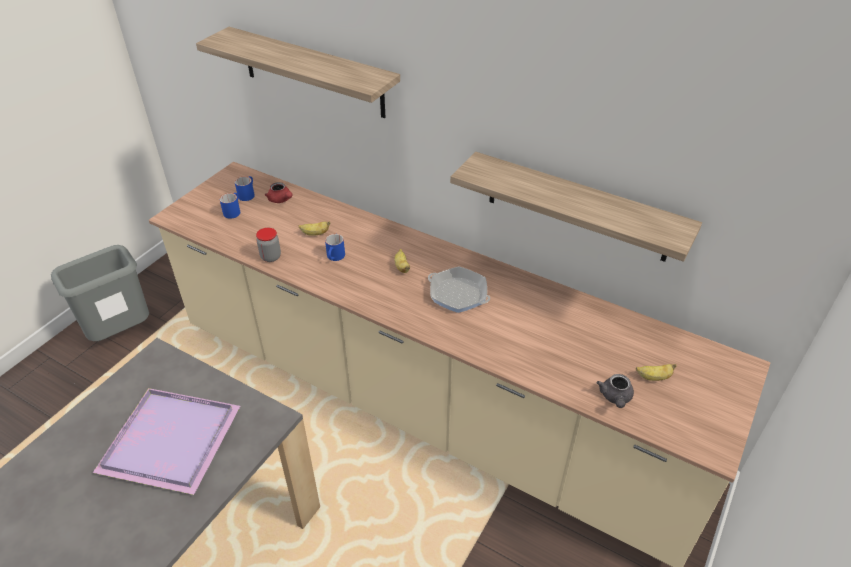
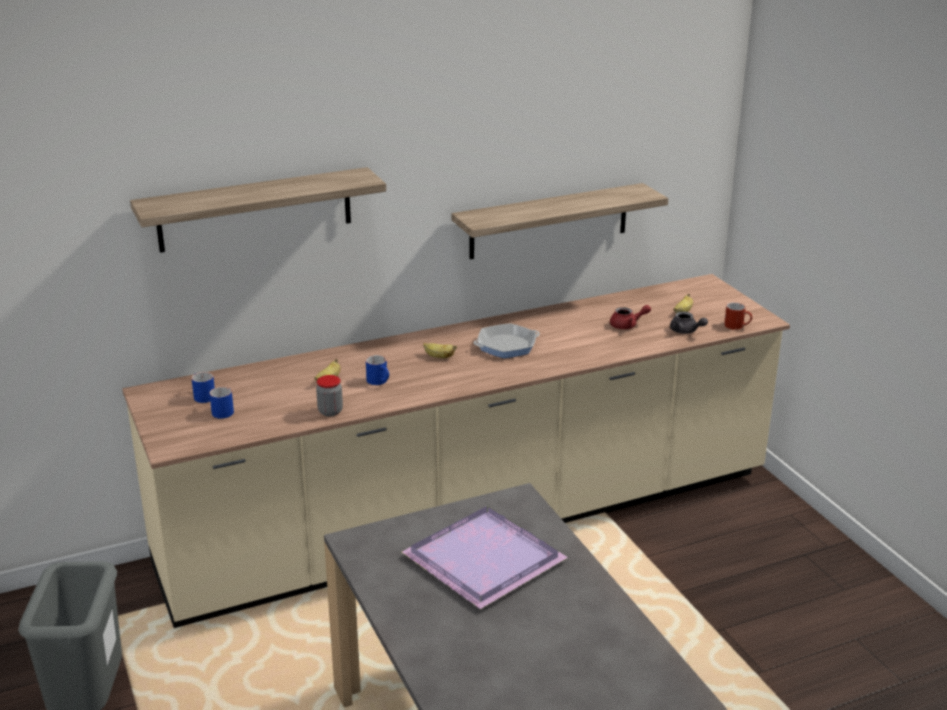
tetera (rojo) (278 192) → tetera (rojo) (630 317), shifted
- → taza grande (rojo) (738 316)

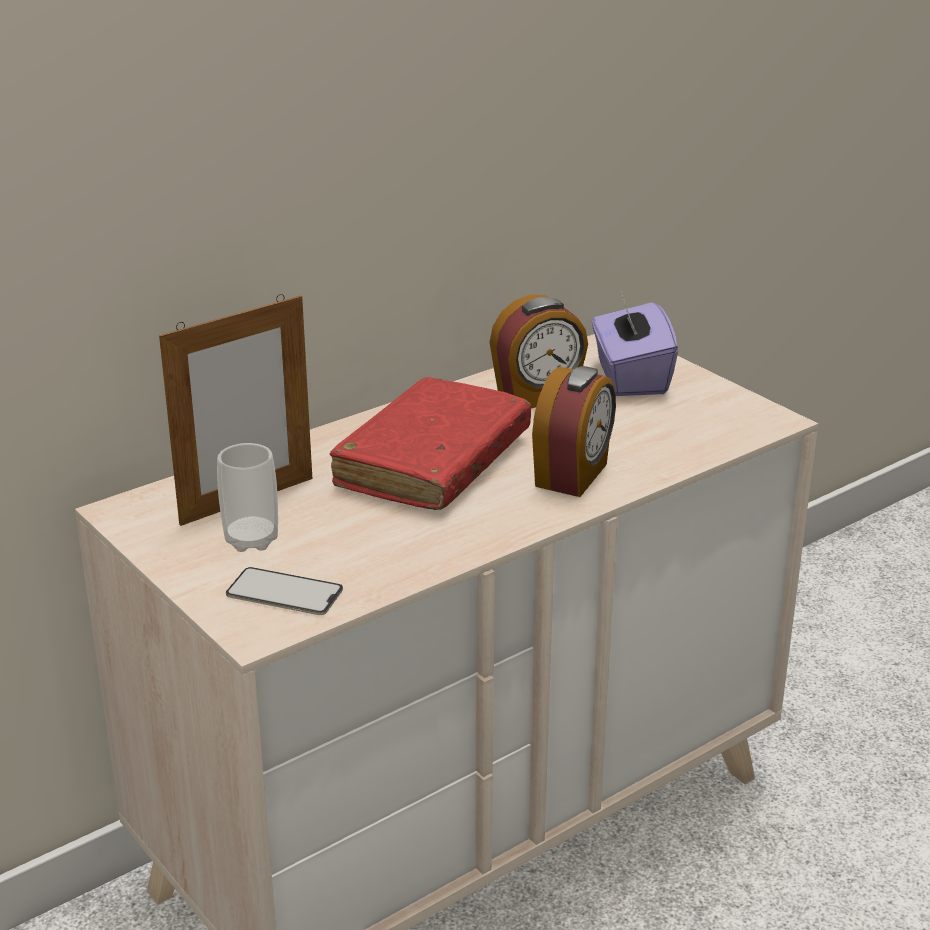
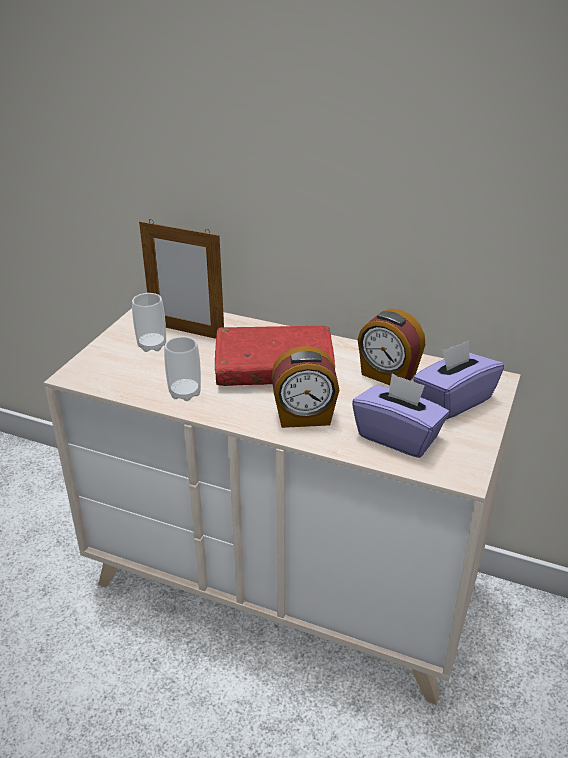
- → taza (182 368)
- → caja de pañuelos (morado) (400 415)
móvil (284 591) → -

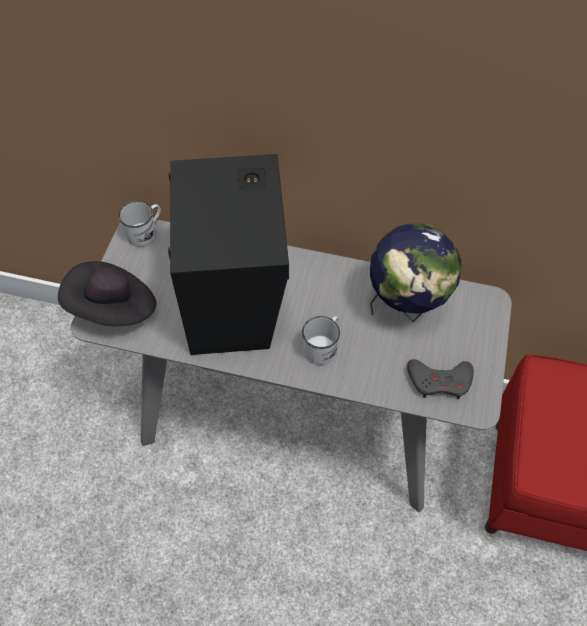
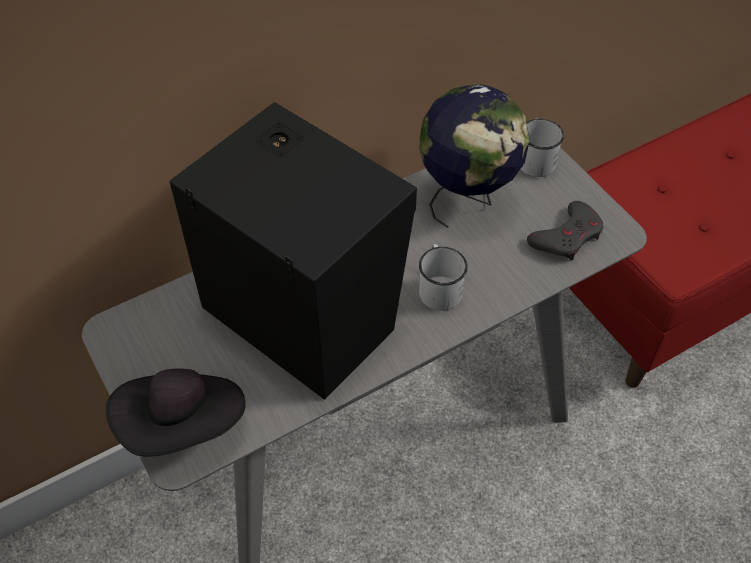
taza grande (blanco) (140 224) → taza grande (blanco) (542 147), shifted

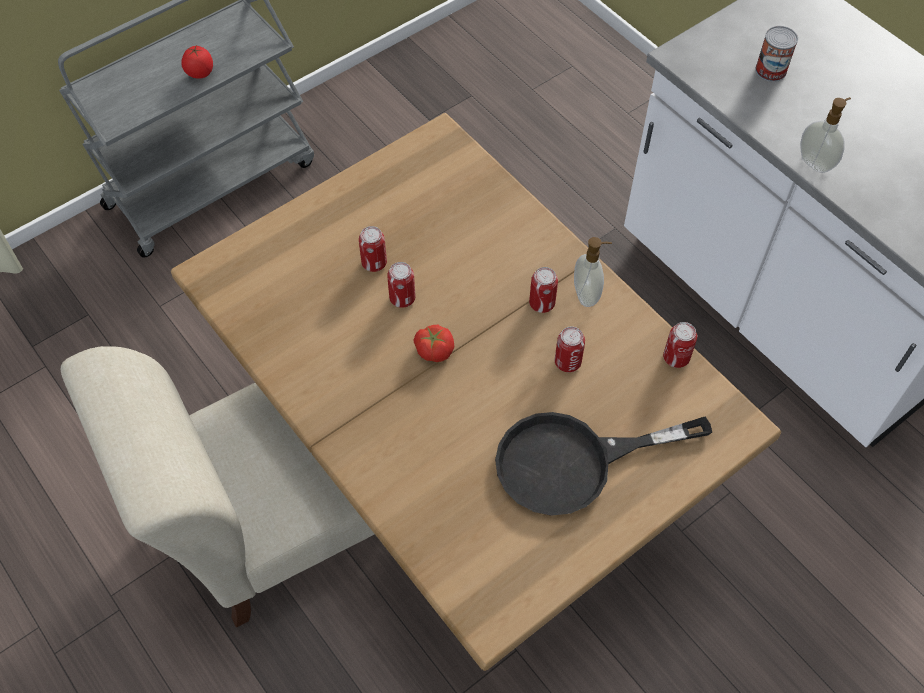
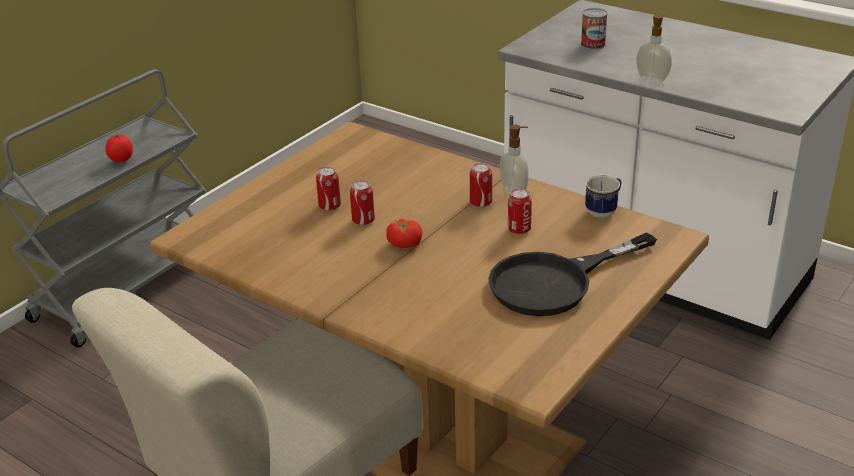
lata (680 345) → taza grande (603 196)

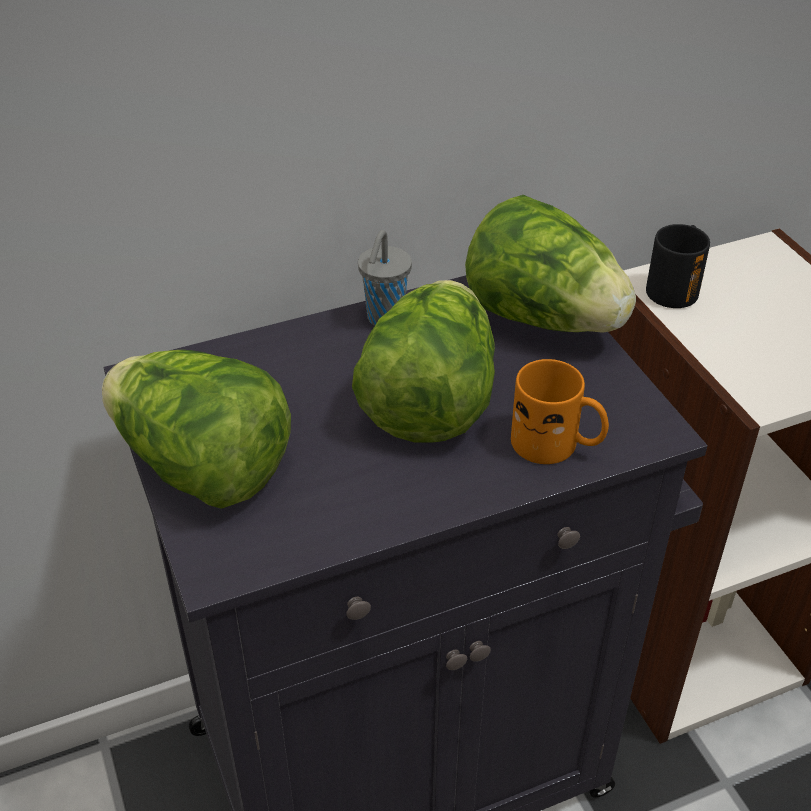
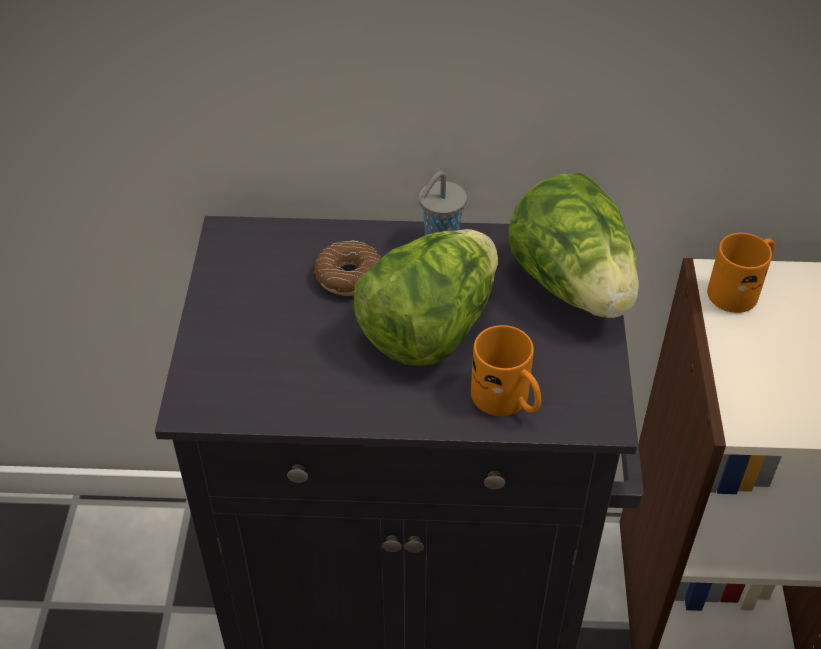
- → rosquilla (347 268)
taza grande (negro) (678 266) → taza grande (naranja) (740 273)
lechuga (196 429) → -

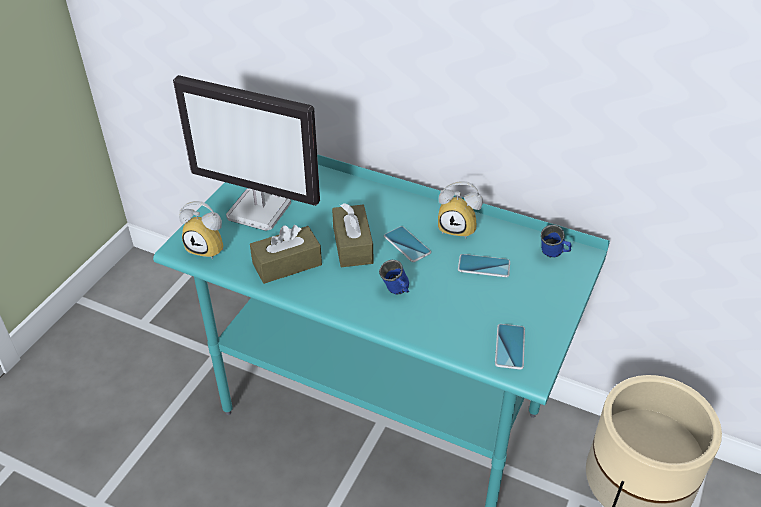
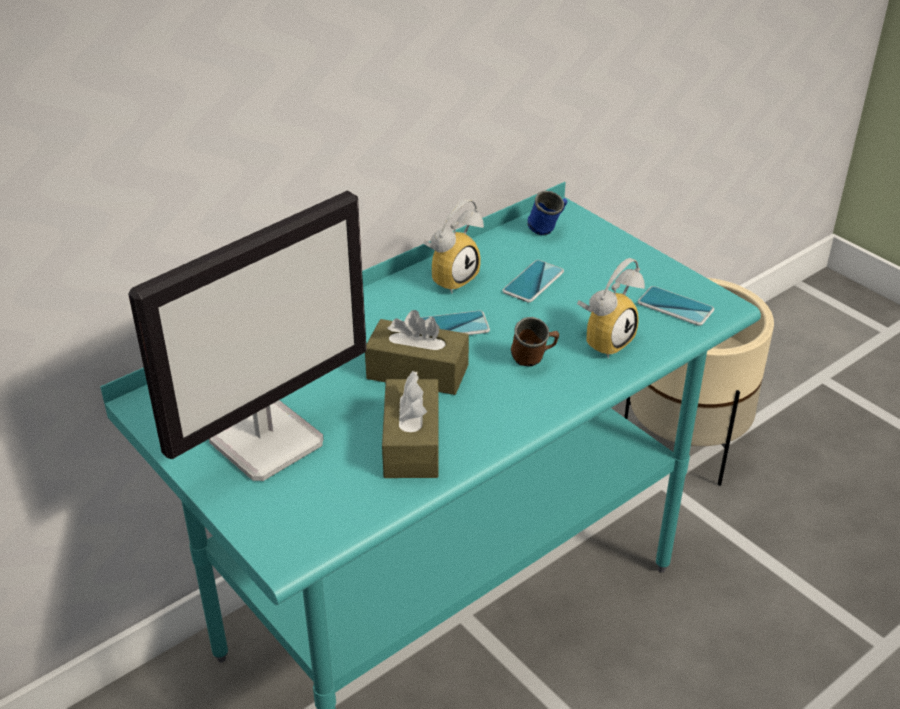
taza grande (azul) (394 277) → taza grande (marrón) (535 342)
despertador (201 230) → despertador (611 308), shifted

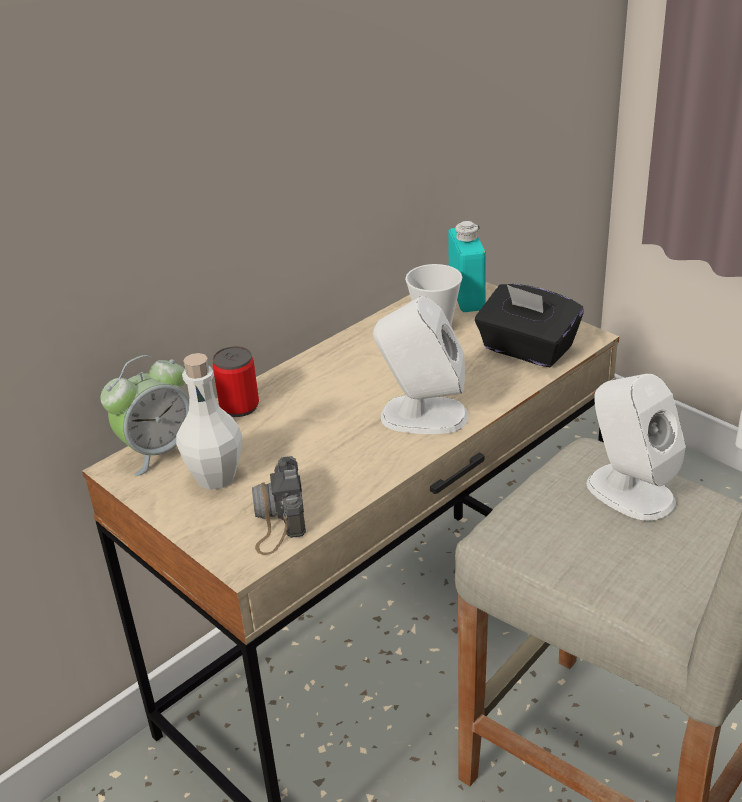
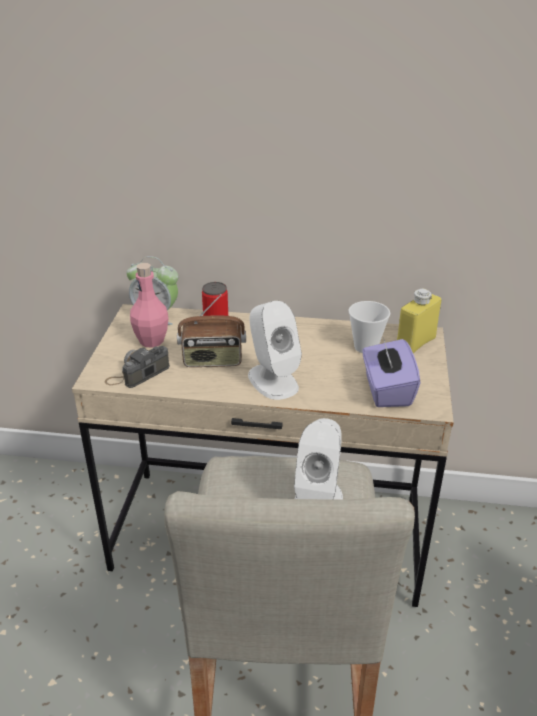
botella (blanco) (209 421) → botella (rosa) (149 305)
- → radio (211 330)
caja de pañuelos (negro) (529 326) → caja de pañuelos (morado) (392 372)
botella (turquesa) (467 266) → botella (amarillo) (419 321)

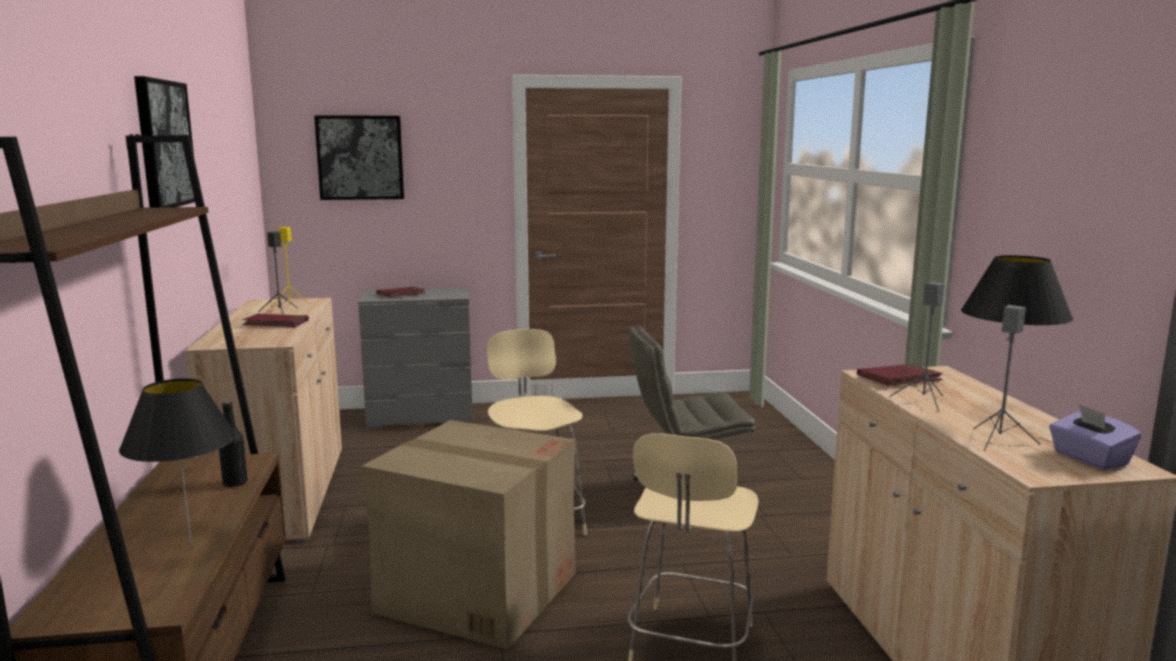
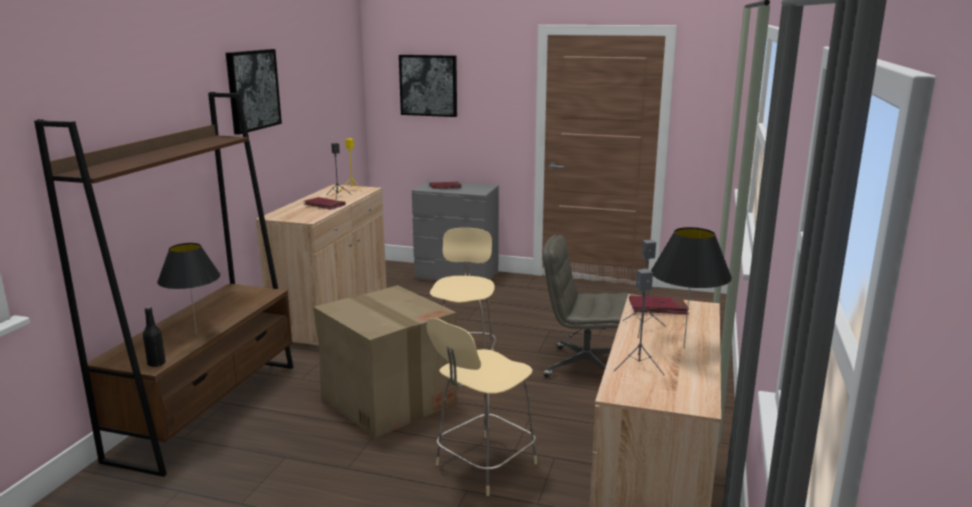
botella (negro) (233 444) → botella (negro) (154 337), shifted
caja de pañuelos (morado) (1095 437) → -

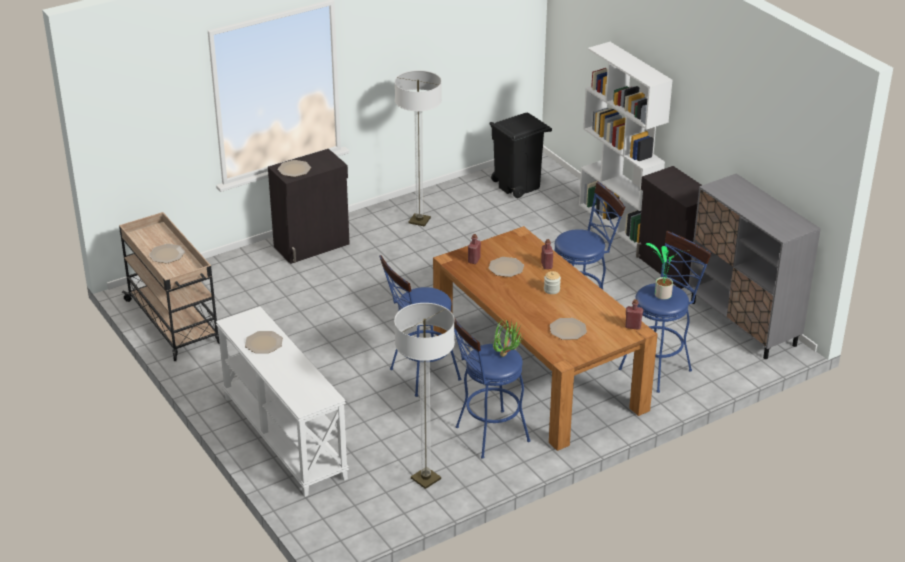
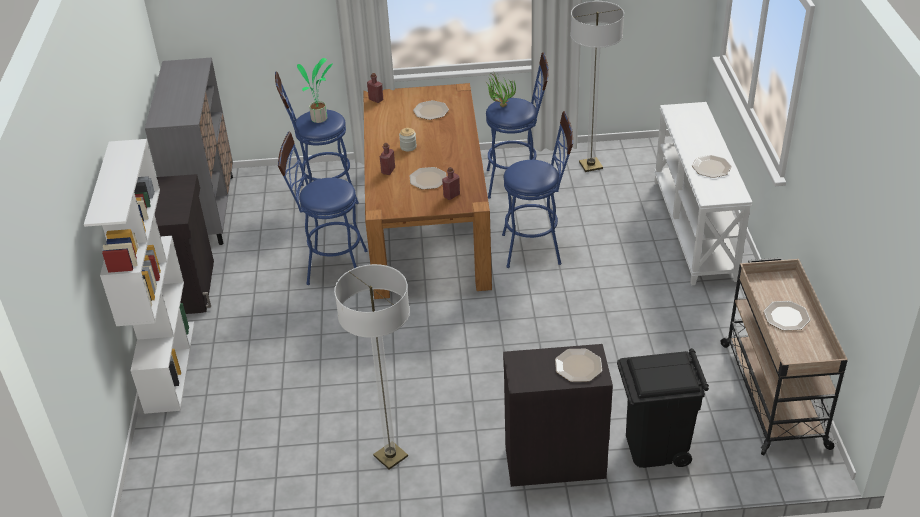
papelera (negro) (520 155) → papelera (negro) (663 408), shifted

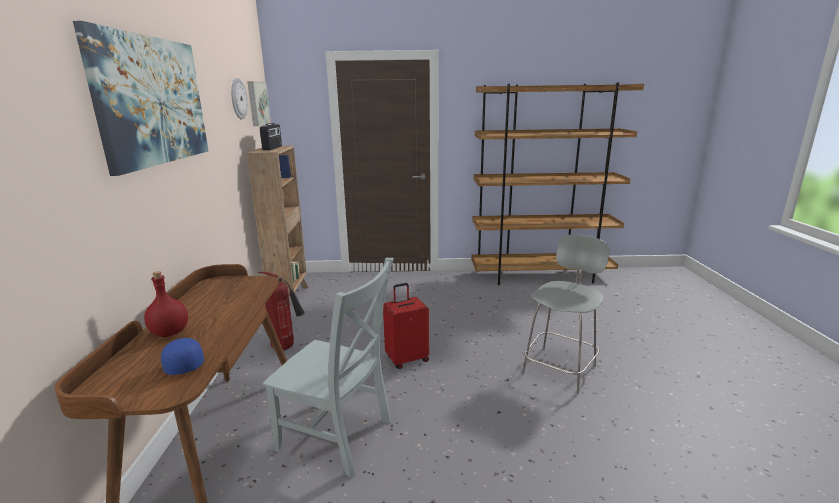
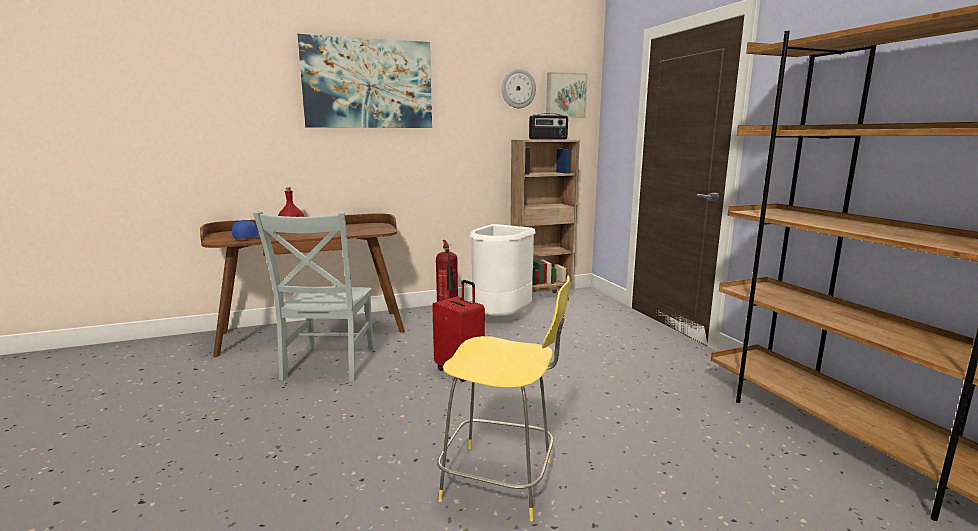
taburete (gris) (566 314) → taburete (amarillo) (504 398)
- → papelera (blanco) (503 270)

